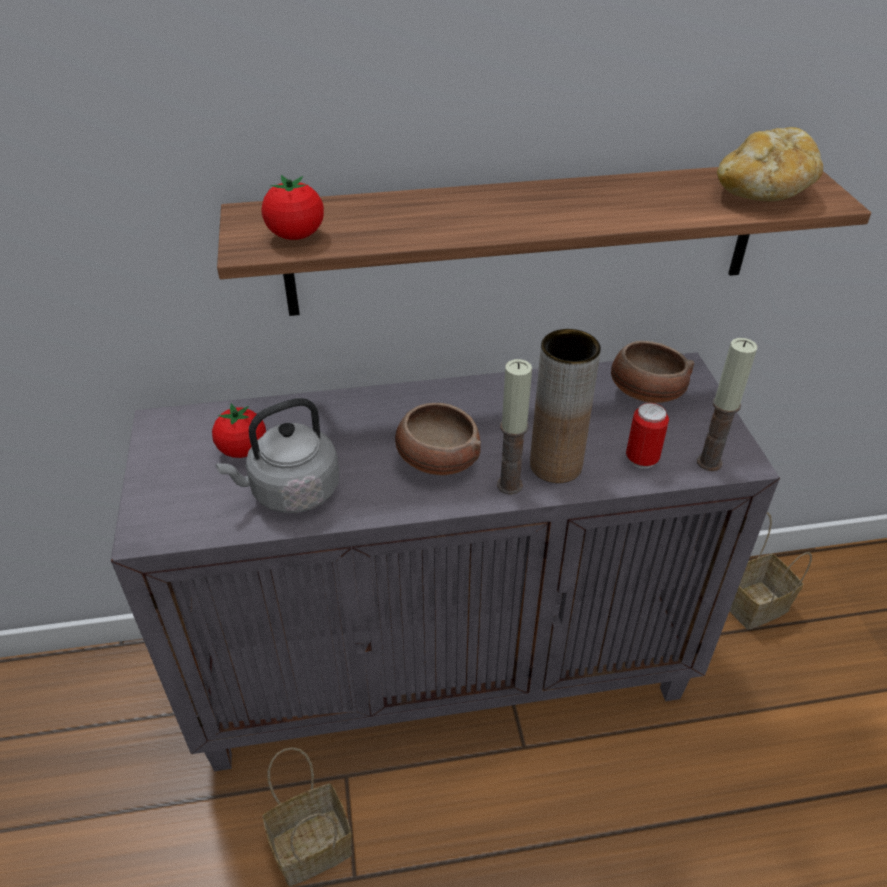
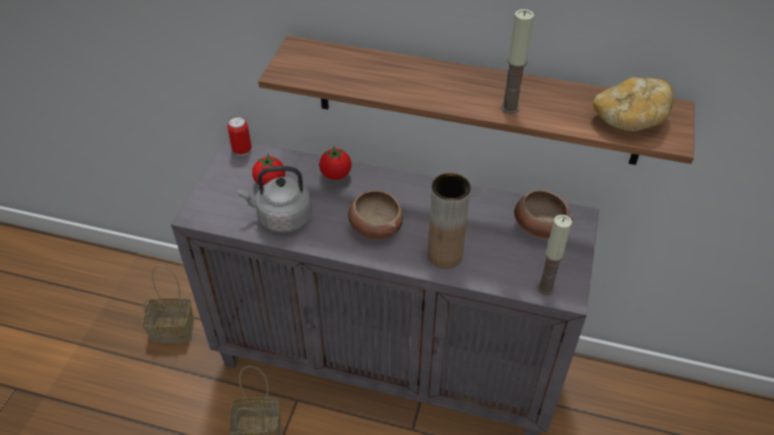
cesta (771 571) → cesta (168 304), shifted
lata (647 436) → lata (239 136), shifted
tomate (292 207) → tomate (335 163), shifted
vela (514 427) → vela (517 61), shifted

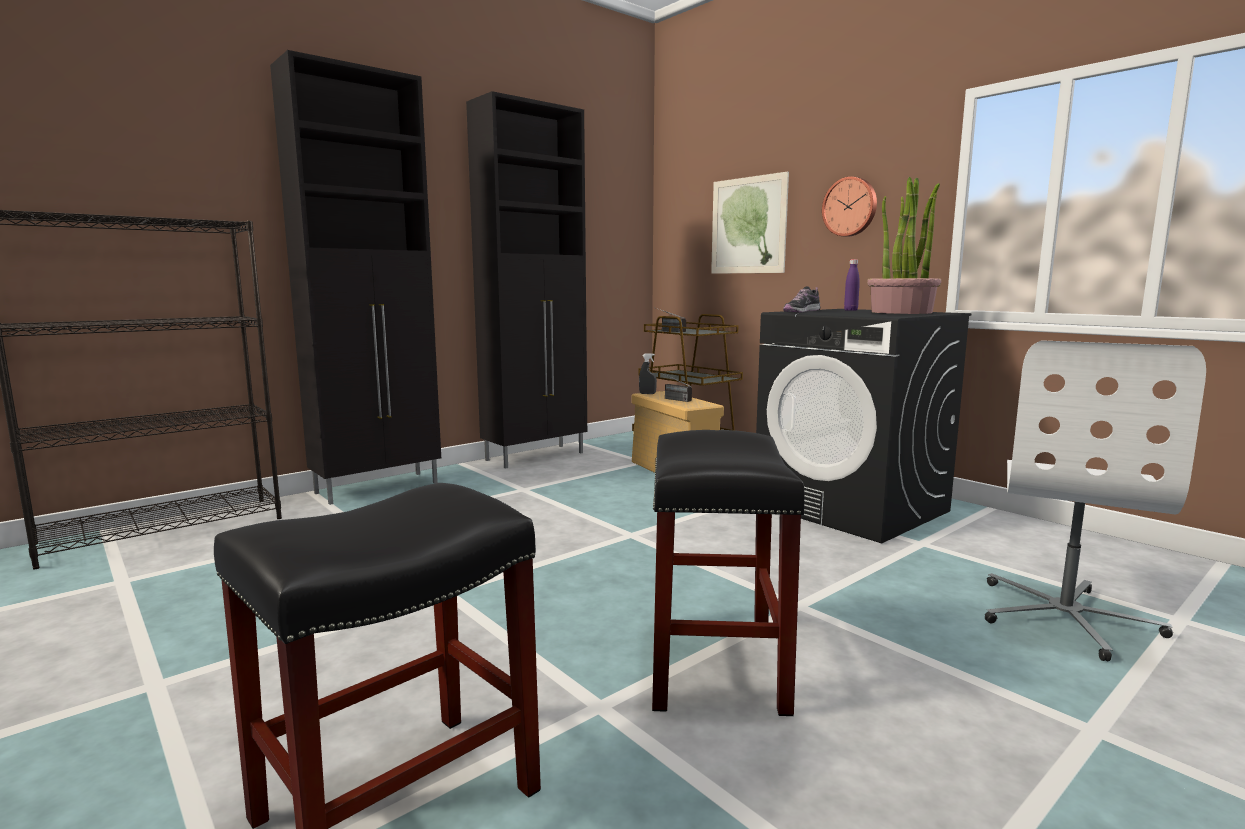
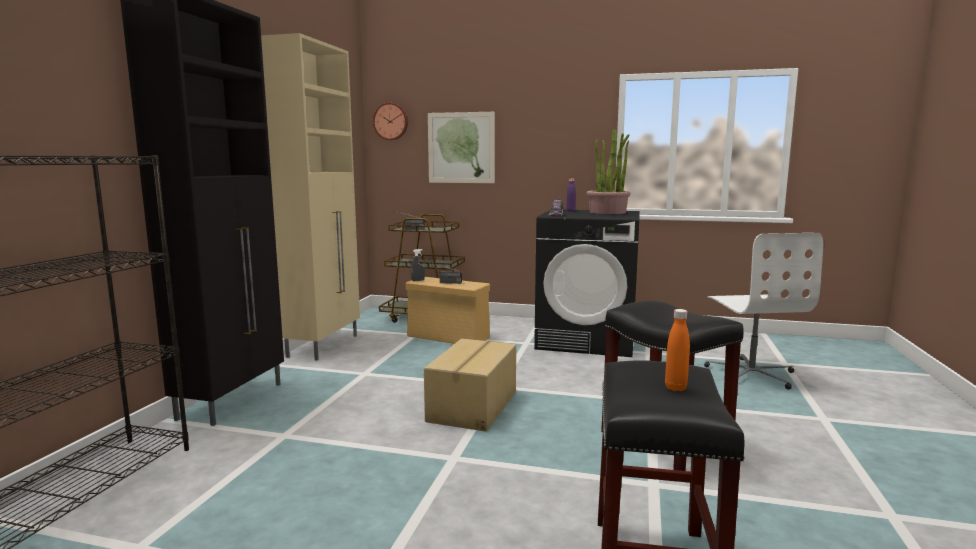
armario (negro) (526 280) → armario (beis) (310 197)
reloj de pared (849 207) → reloj de pared (390 121), shifted
- → caja de cartón (470 385)
- → botella (naranja) (677 350)

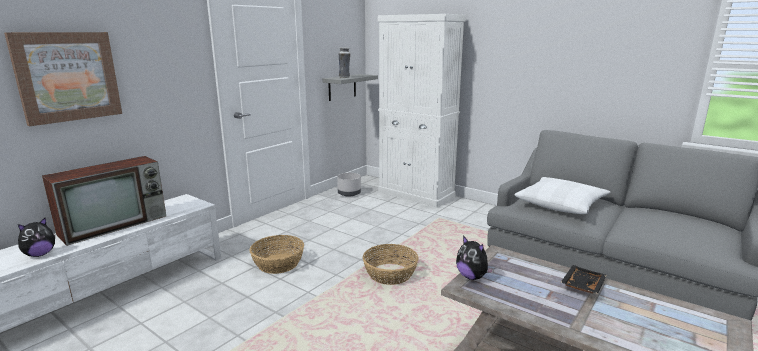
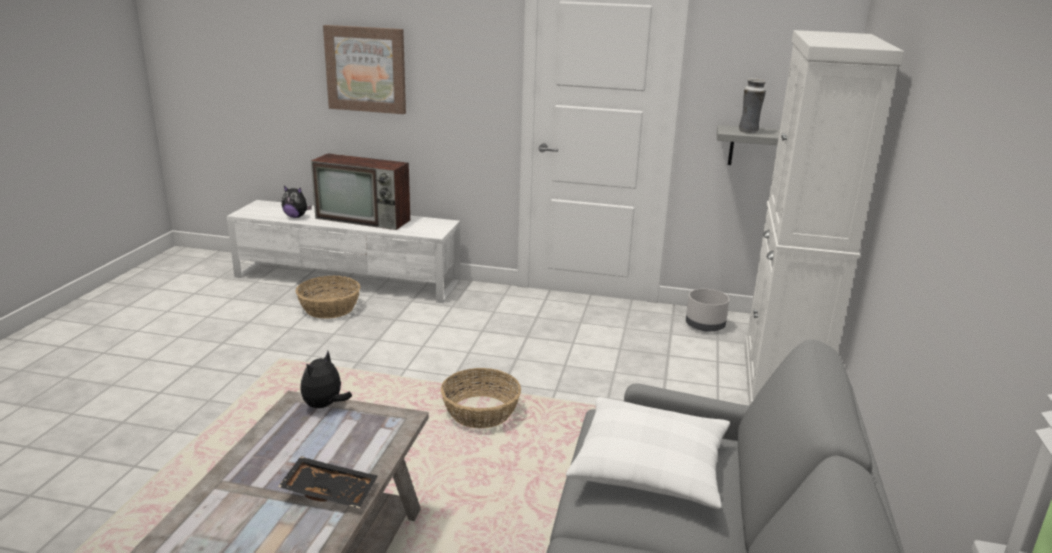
cesta (277 254) → cesta (328 297), shifted

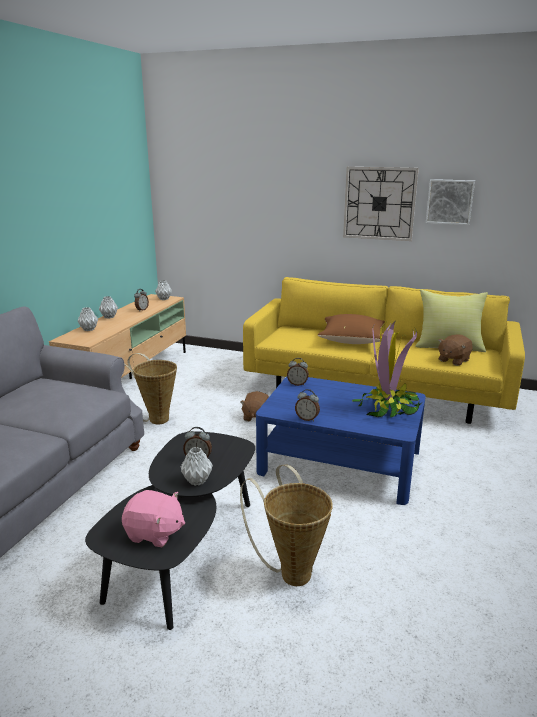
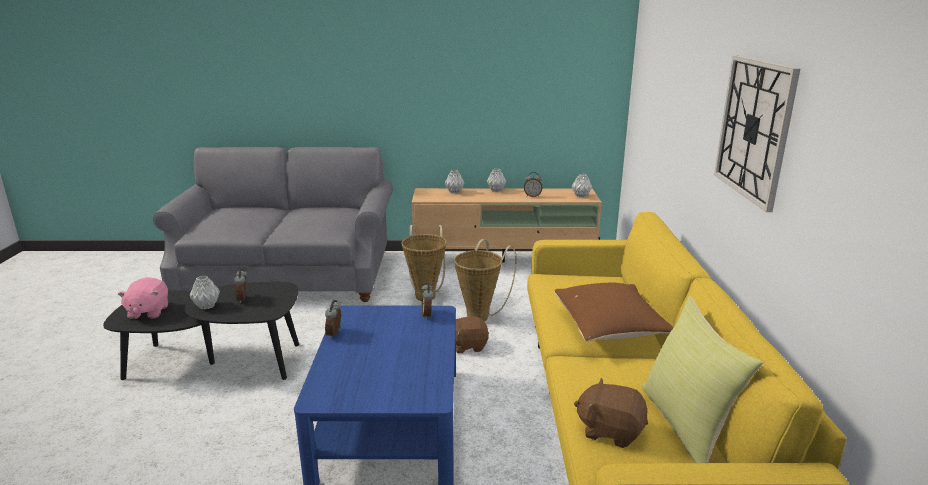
cesta (286 525) → cesta (485 280), shifted
planta en maceta (386 368) → -
cuadro (450 202) → -

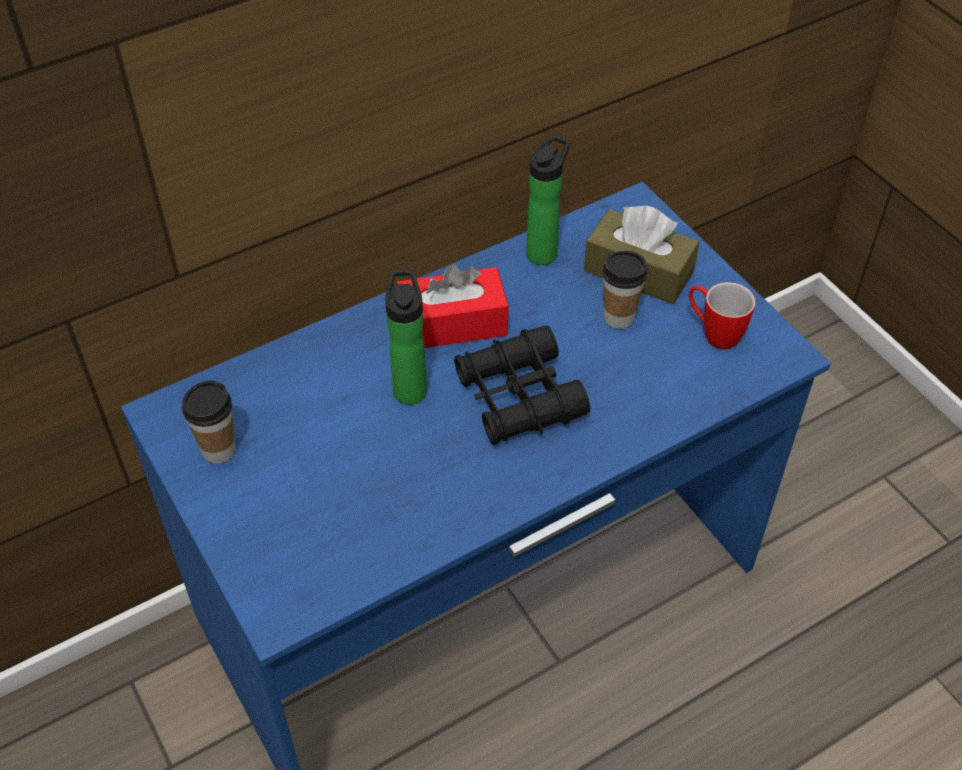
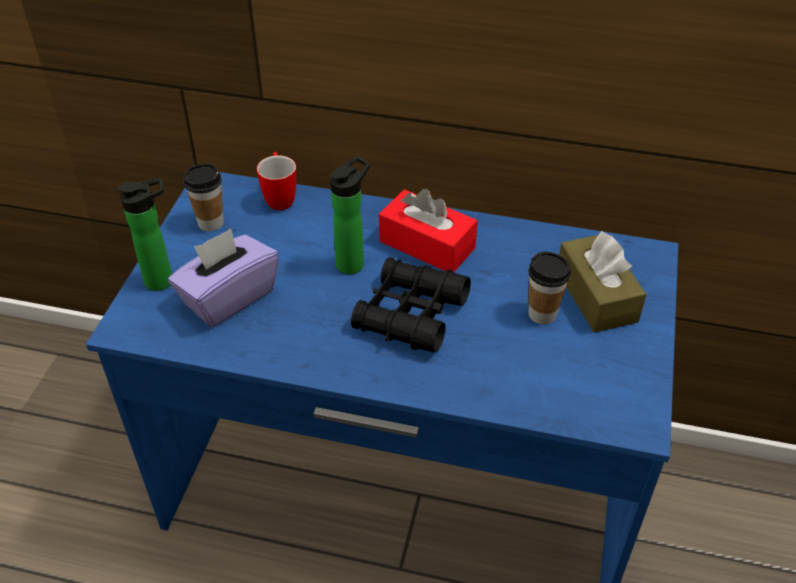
botella (548 200) → botella (144 234), shifted
- → caja de pañuelos (morado) (223 277)
taza grande (722 315) → taza grande (276 181), shifted

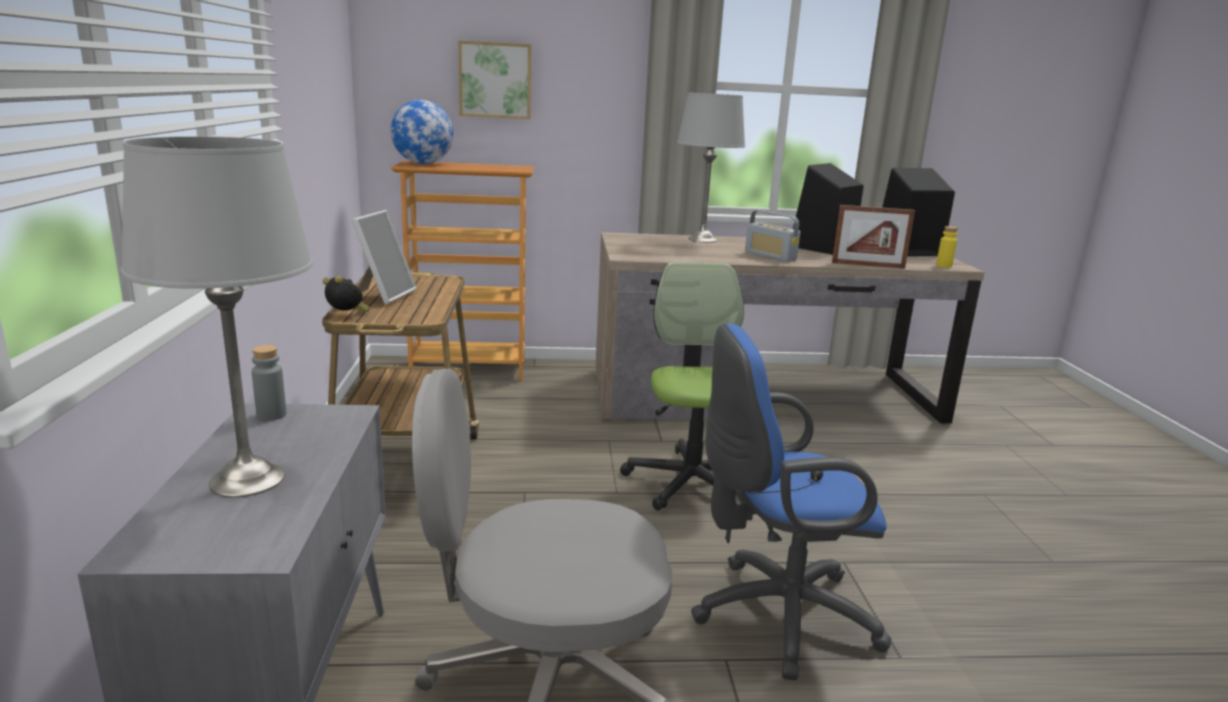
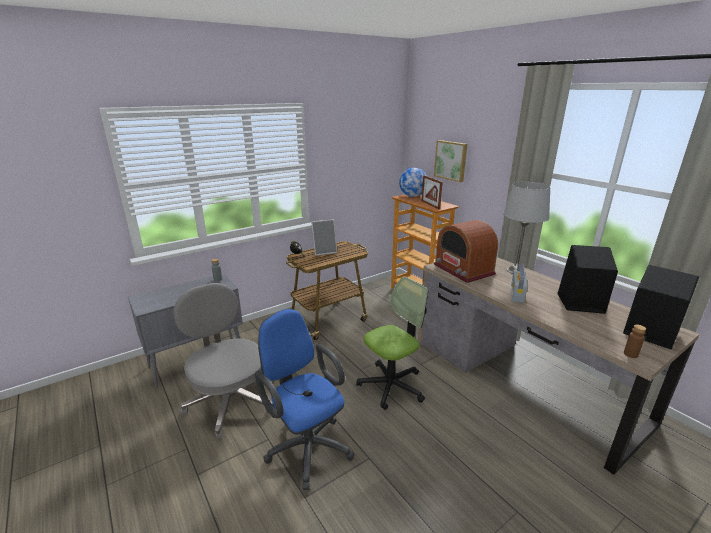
portarretratos (873 237) → portarretratos (432 192), shifted
- → radio (466 251)
botella (amarillo) (947 247) → botella (marrón) (635 341)
lámpara de mesa (gris) (217 316) → -

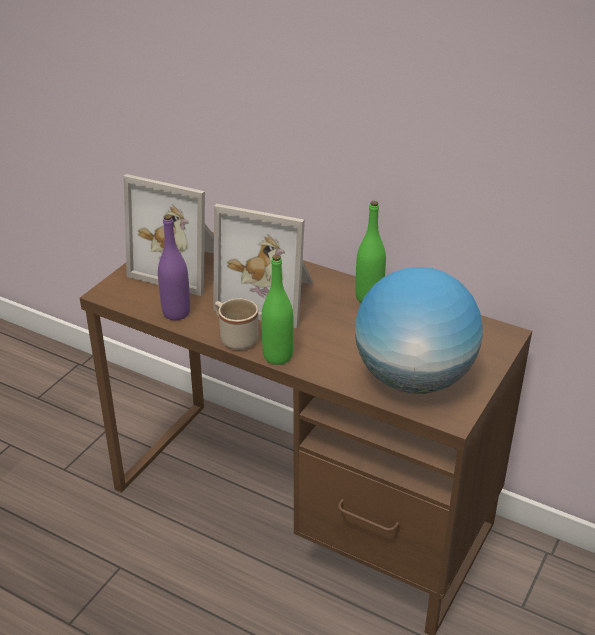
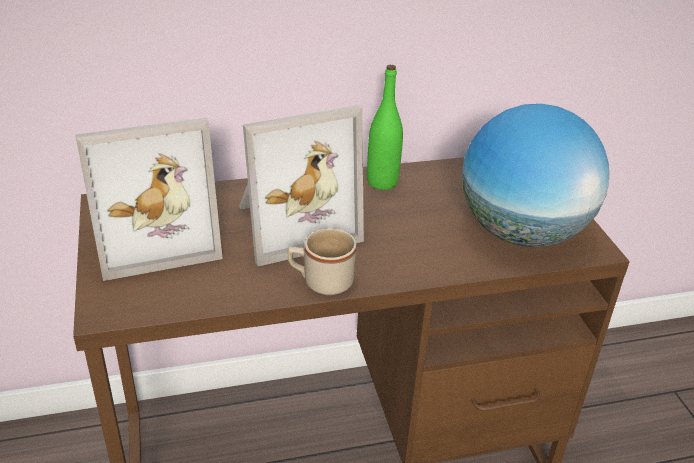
botella (morado) (174 267) → -
botella (verde) (277 310) → -

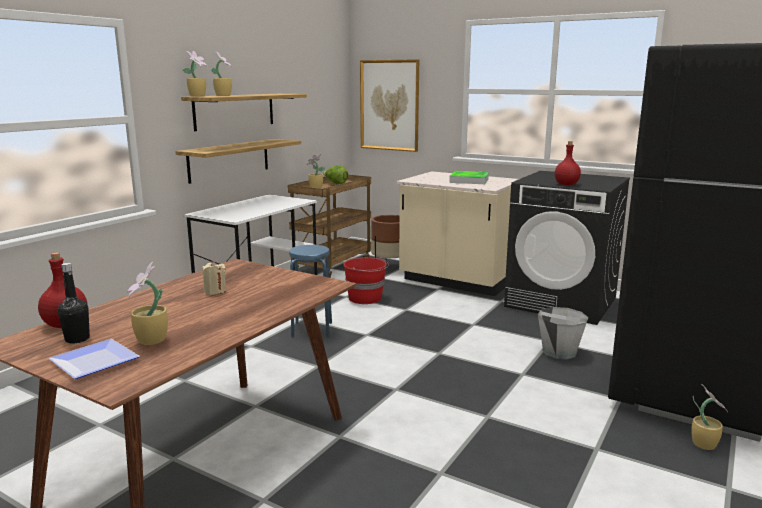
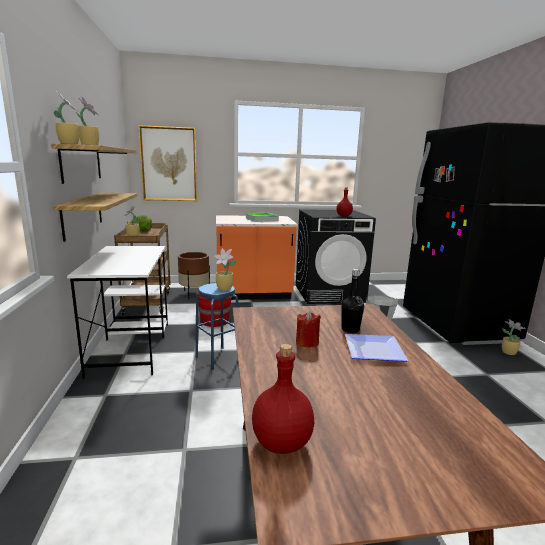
planta en maceta (147 303) → planta en maceta (225 269), shifted
mueble bajo de cocina (beis) (457 233) → mueble bajo de cocina (naranja) (257 257)
vela (beis) (214 278) → vela (rojo) (308 329)
botella (negro) (74 303) → botella (negro) (353 301), shifted
plato (94 359) → plato (376 348), shifted

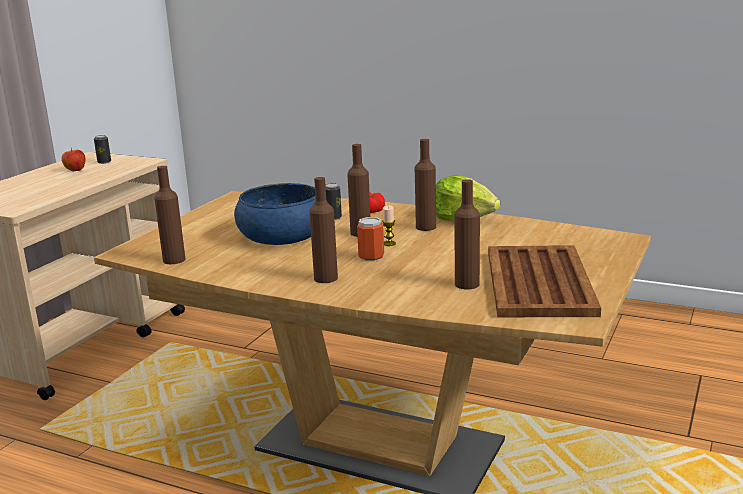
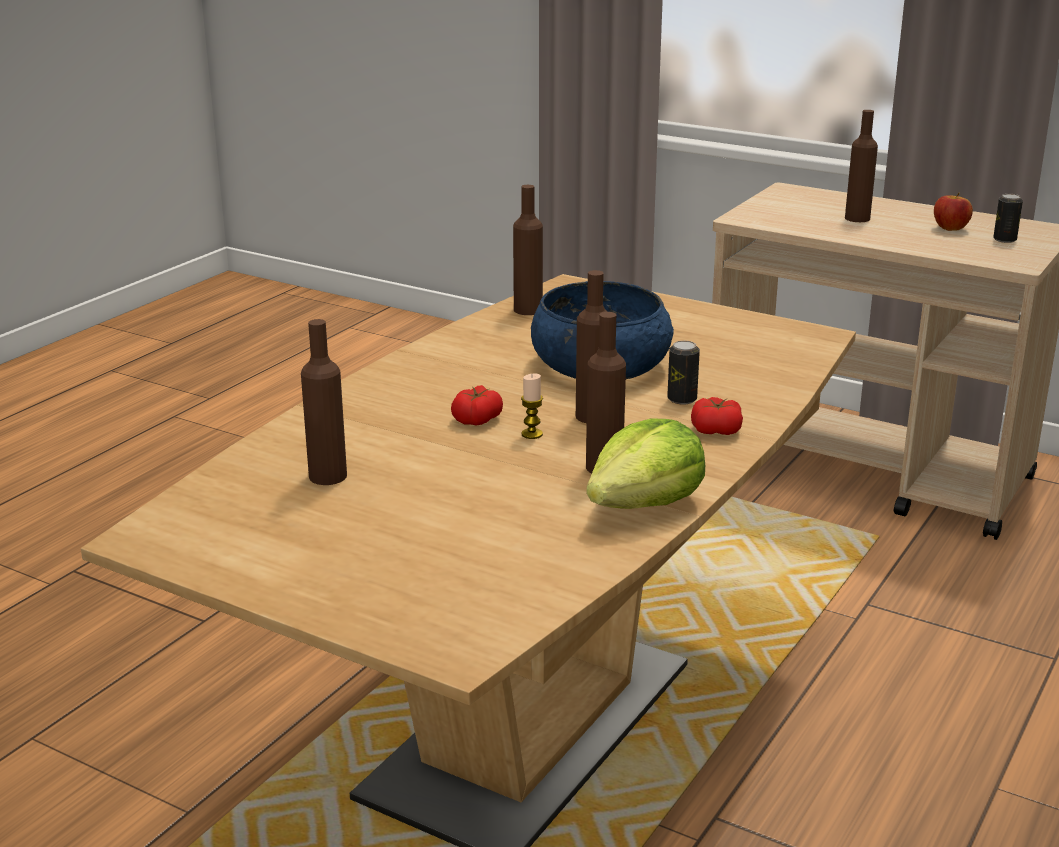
lata (370 239) → tomate (477 405)
botella (marrón) (323 230) → botella (marrón) (861 166), shifted
bandeja (marrón) (544 281) → -

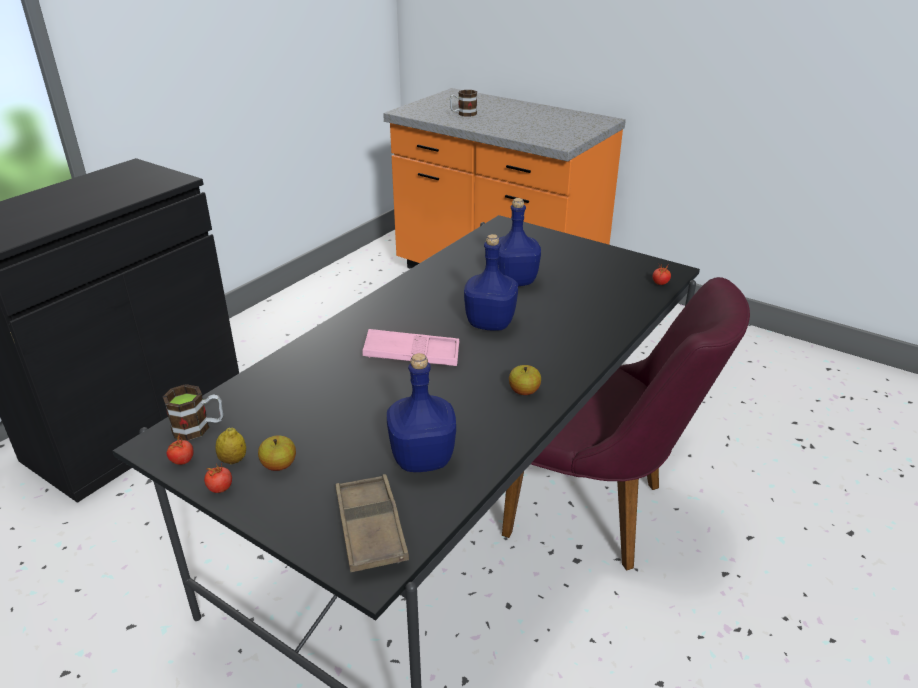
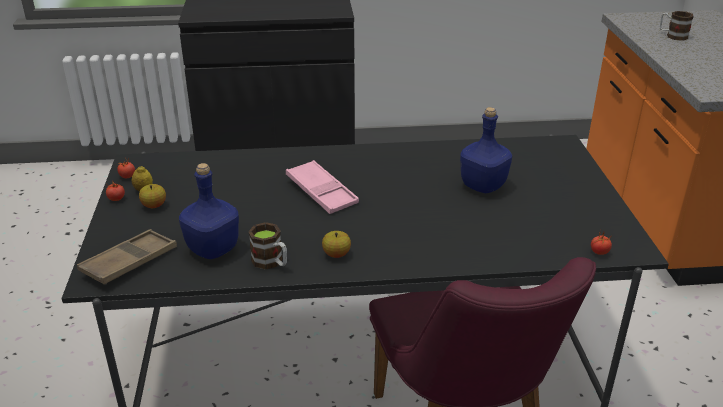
taza grande (193 412) → taza grande (267 246), shifted
botella (azul) (491 282) → -

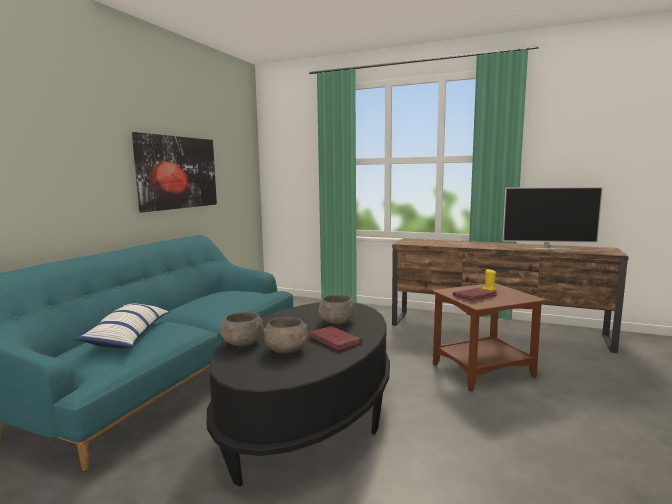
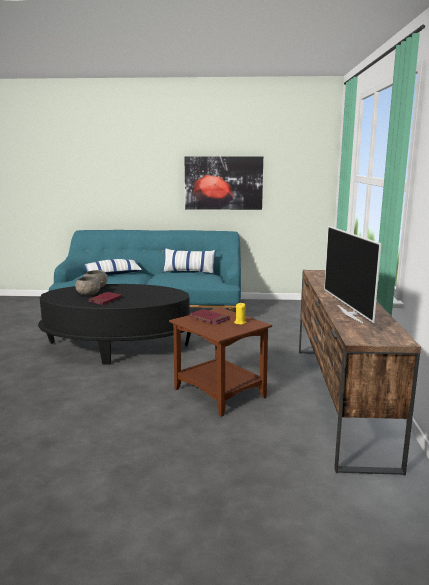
- → cojín (189 261)
cuenco (gris) (337 309) → -

